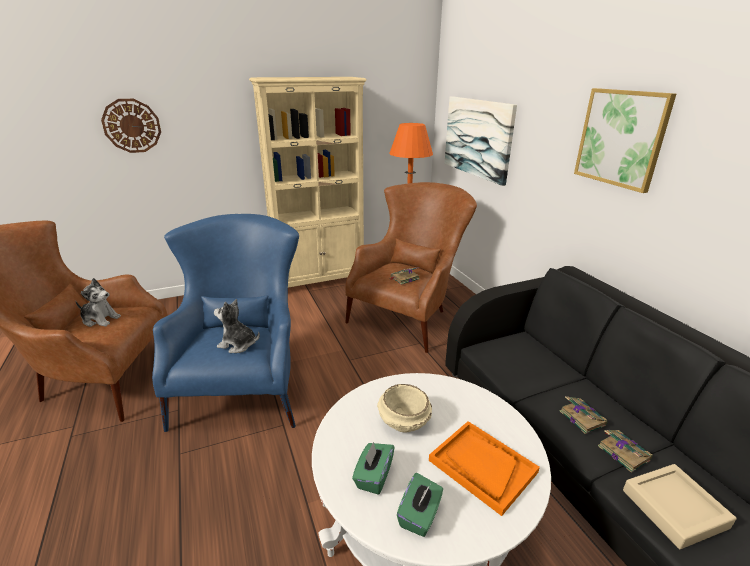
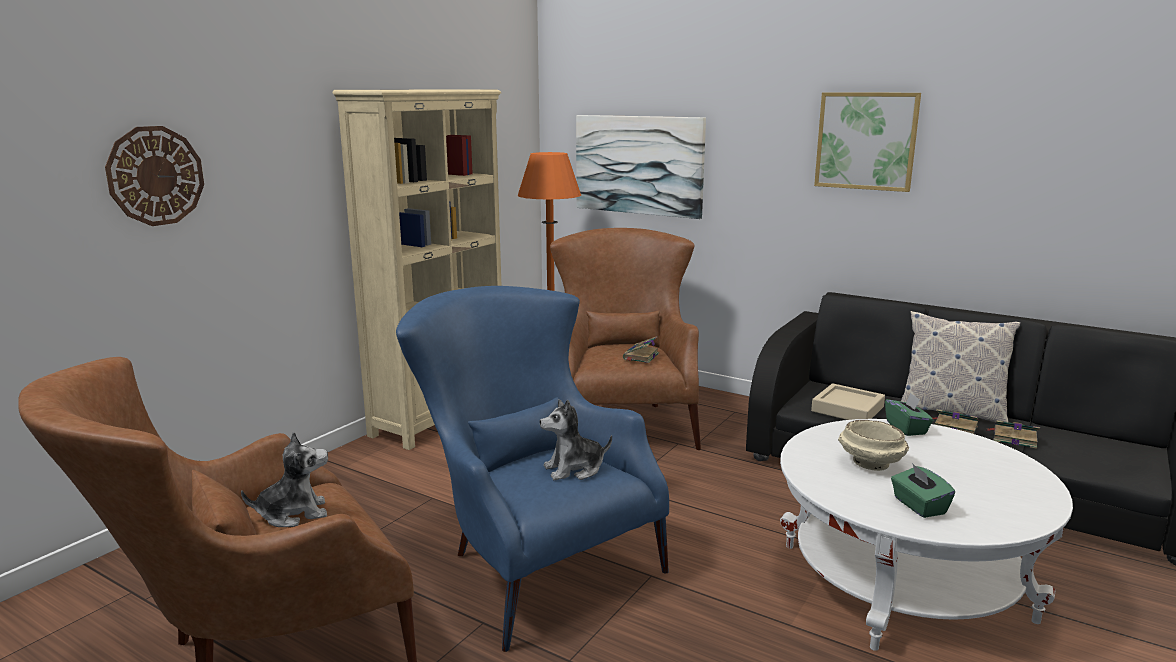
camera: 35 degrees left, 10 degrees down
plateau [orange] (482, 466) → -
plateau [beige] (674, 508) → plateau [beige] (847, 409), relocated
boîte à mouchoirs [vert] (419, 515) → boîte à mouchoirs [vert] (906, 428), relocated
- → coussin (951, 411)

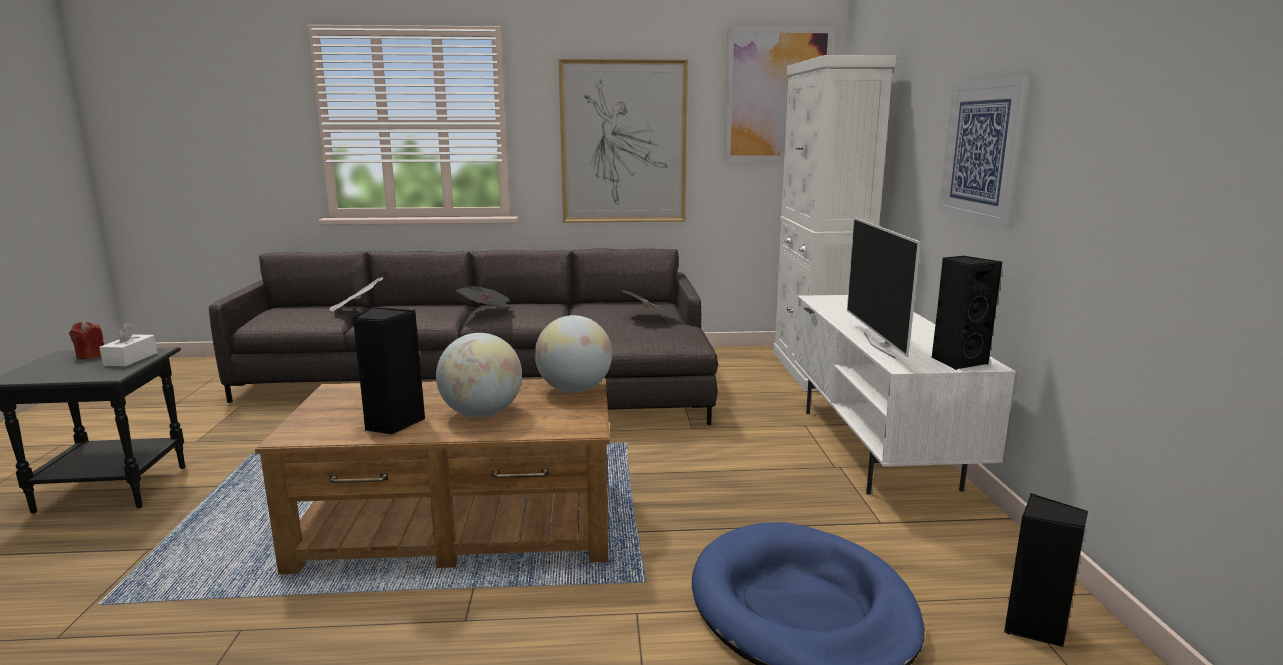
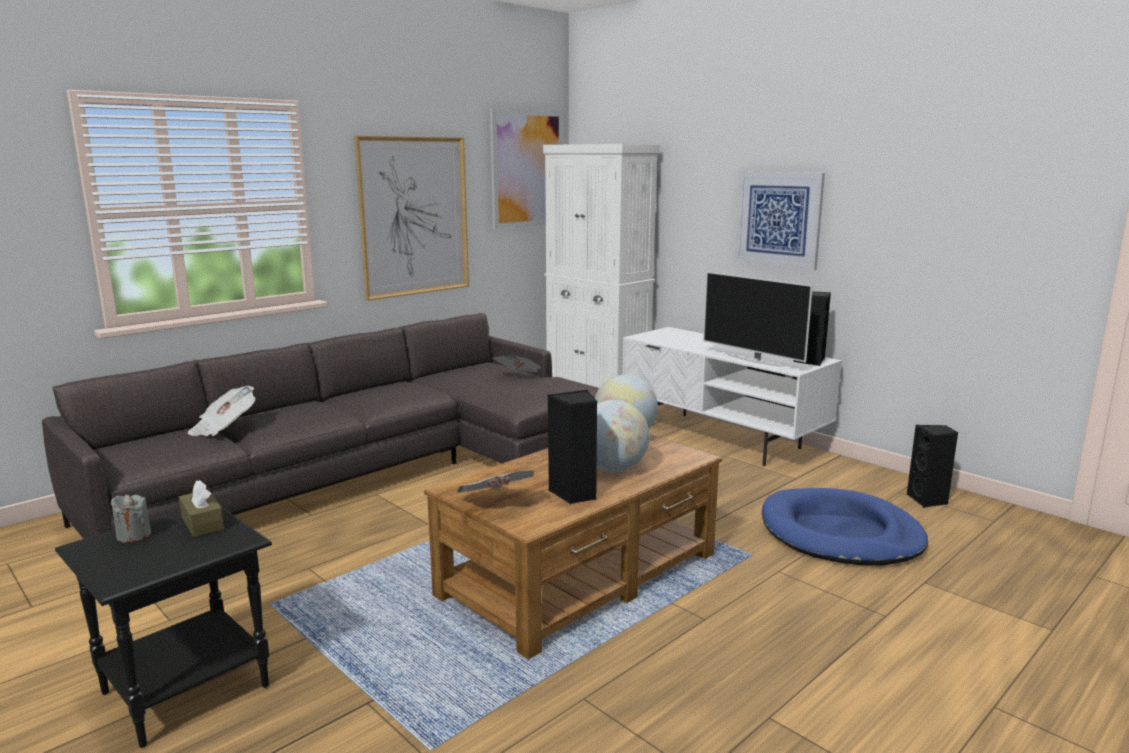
camera: 40 degrees left, 0 degrees up
journal (486, 311) → journal (495, 502), relocated
bougie [rouge] (91, 355) → bougie [gris] (134, 535)
boîte à mouchoirs [blanc] (131, 359) → boîte à mouchoirs [marron] (202, 523)

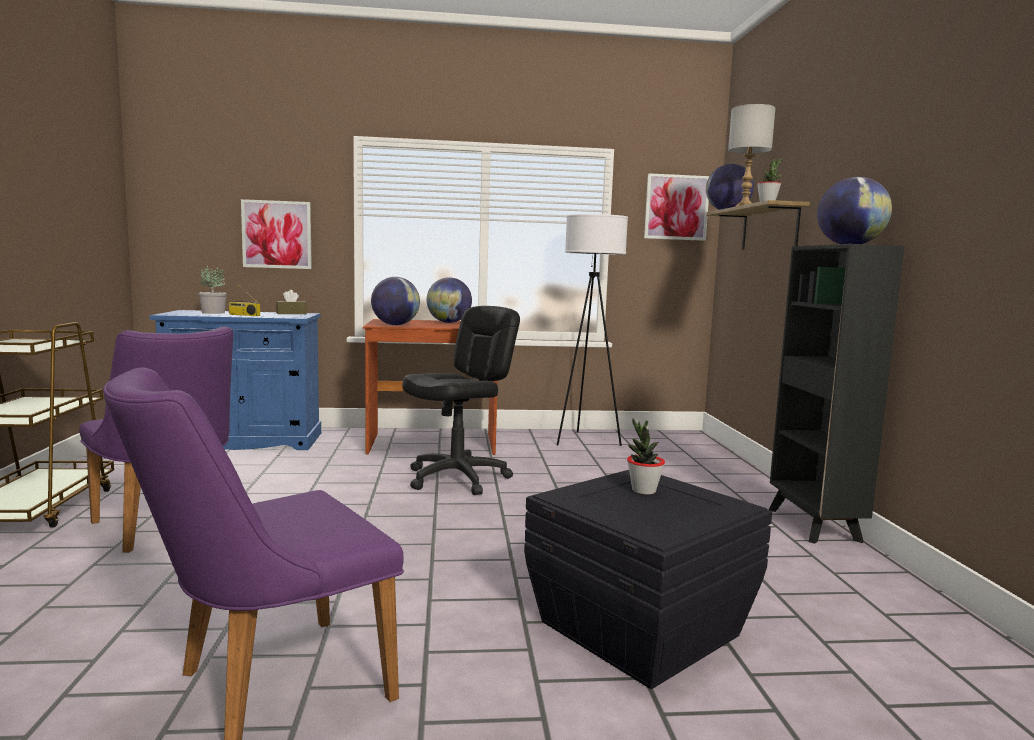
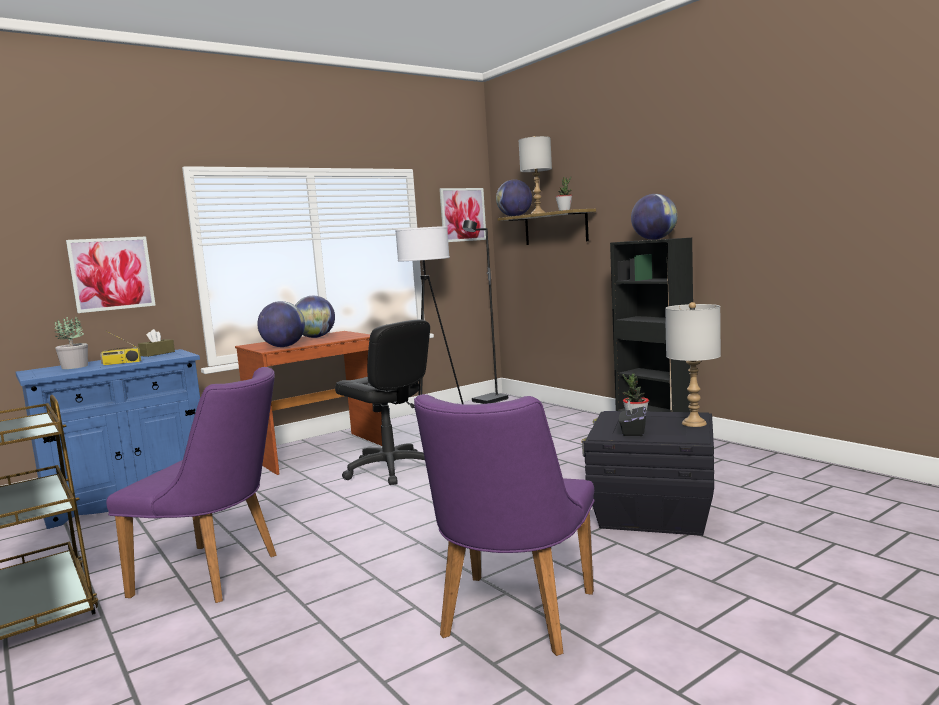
camera: 30 degrees left, 0 degrees up
chaise de bureau [noir] (457, 478) → chaise de bureau [noir] (390, 470), 120 degrees clockwise
- → lampadaire [noir] (490, 400)
- → lampe de table [gris] (694, 423)
- → boîte à mouchoirs [noir] (633, 432)

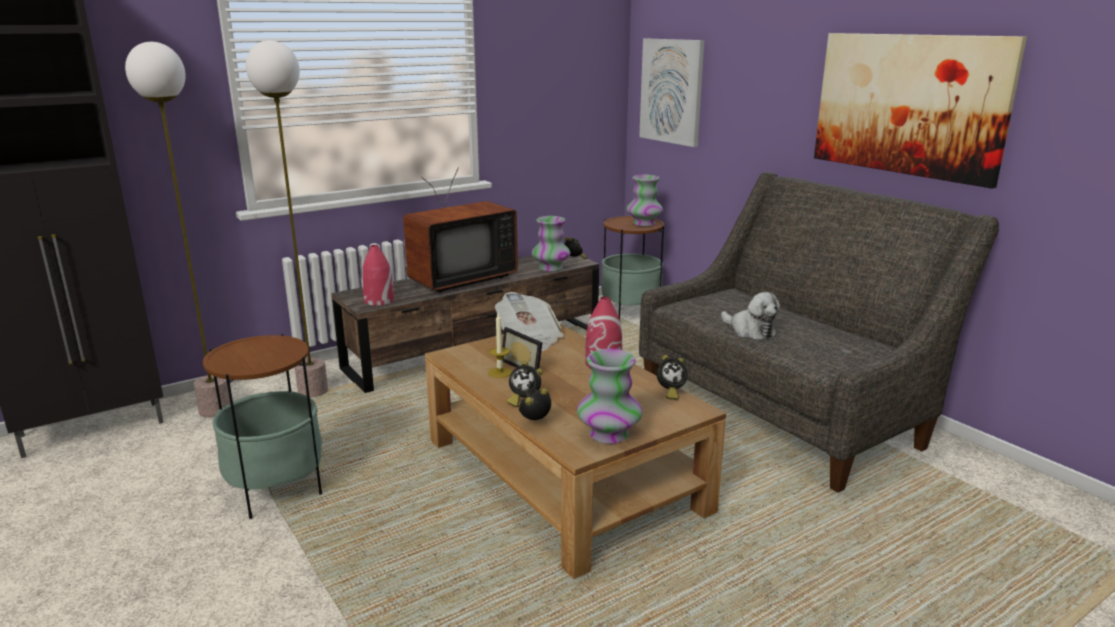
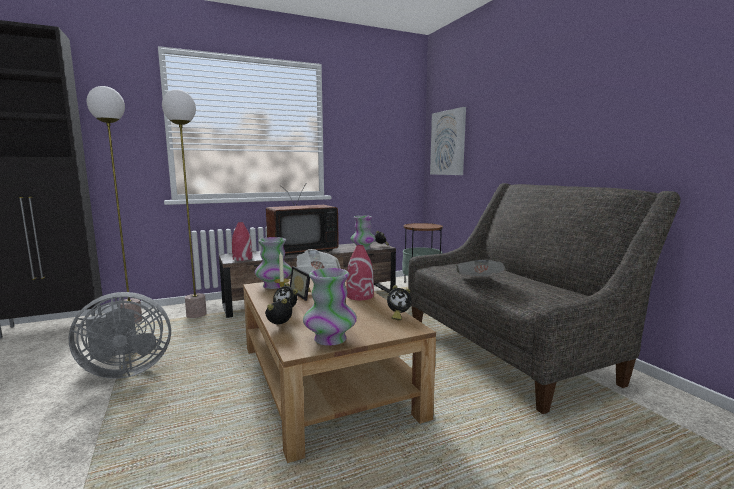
camera: 10 degrees right, 10 degrees down
tableau (909, 105) → -
vase (643, 224) → vase (274, 286), relocated
peluche (750, 331) → journal (478, 282)
table d'appoint (277, 490) → ventilateur [gris] (125, 371)

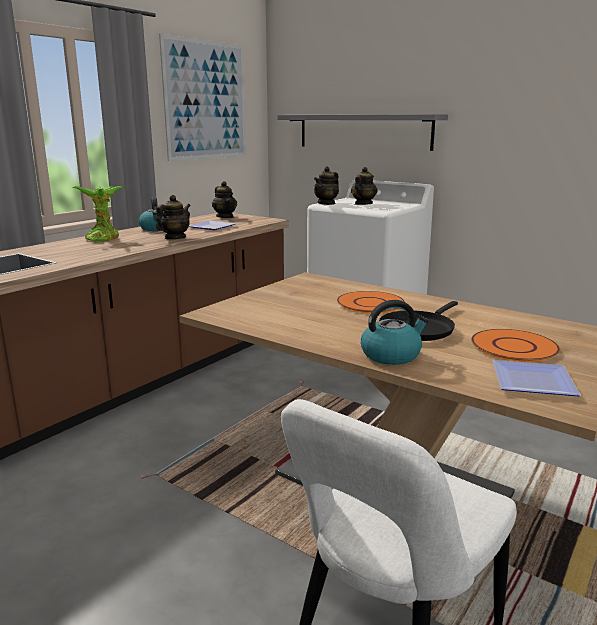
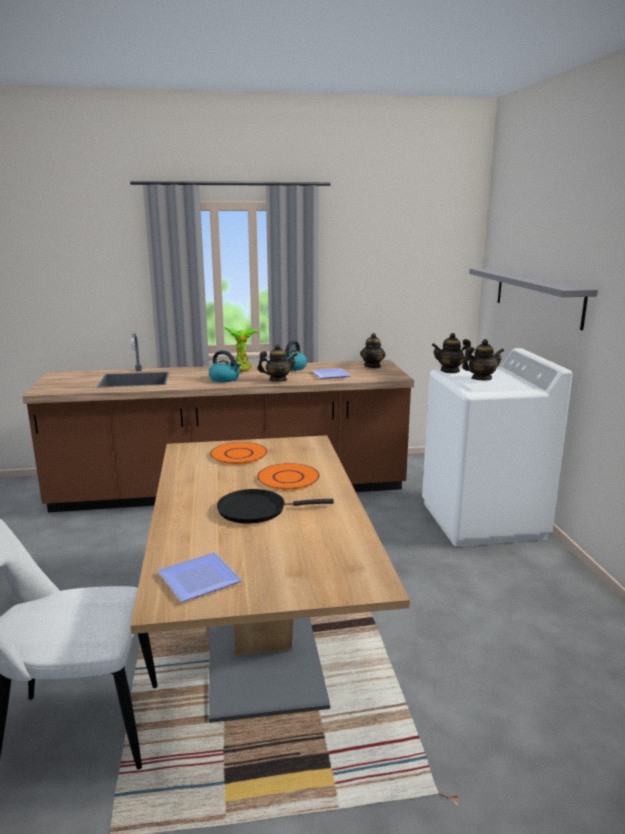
camera: 45 degrees right, 0 degrees up
tableau (206, 101) → -
bouilloire (391, 355) → bouilloire (225, 379), relocated
assiette [orange] (513, 347) → assiette [orange] (239, 454), relocated

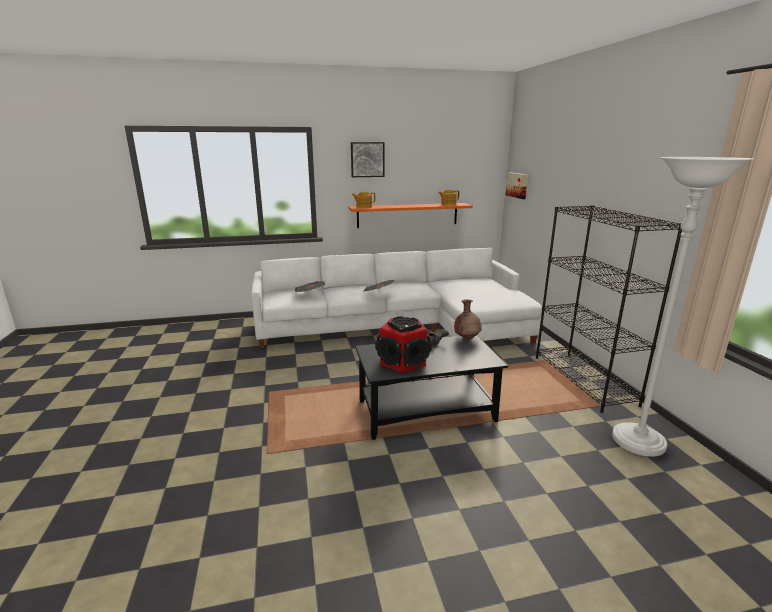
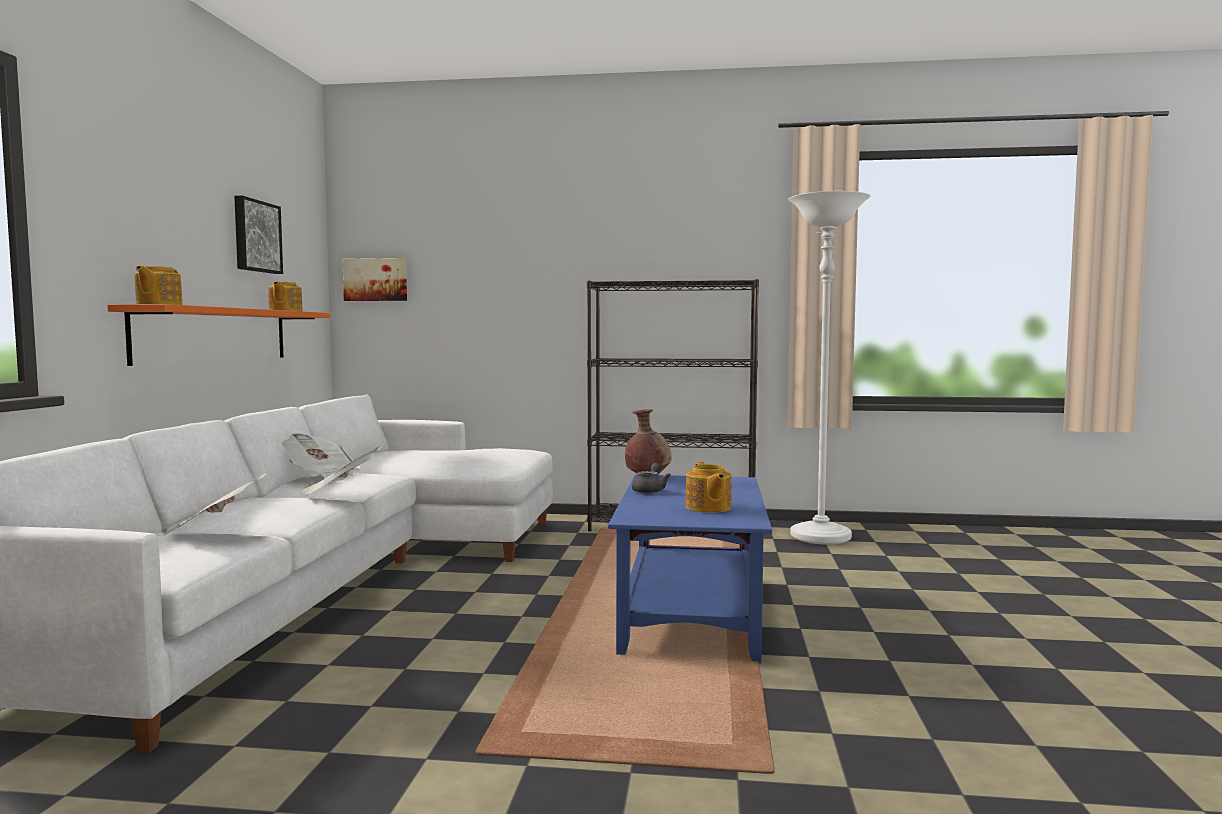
camera: 70 degrees left, 15 degrees down
tableau (367, 159) → tableau (255, 236), relocated
enceinte (403, 361) → théière (708, 508)
table basse [noir] (427, 410) → table basse [bleu] (690, 612)
- → journal (321, 476)

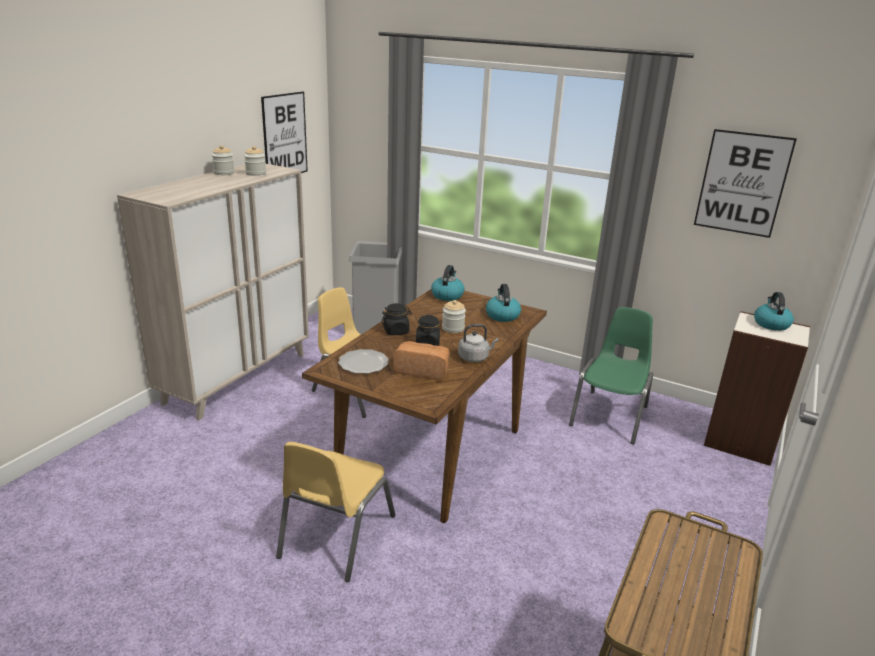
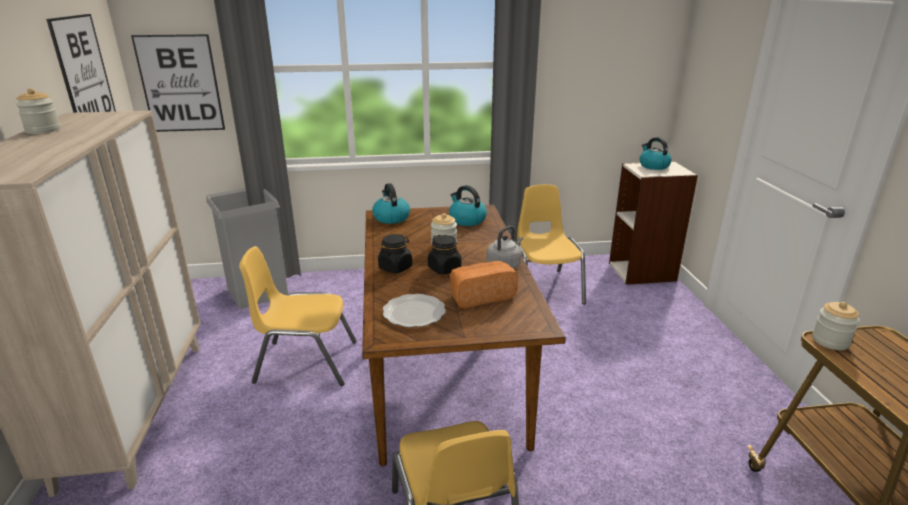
camera: 35 degrees left, 0 degrees up
tableau (742, 183) → tableau (180, 84), relocated
bocal (256, 173) → bocal (830, 341), relocated
chaise [vert] (610, 416) → chaise [jaune] (544, 289)

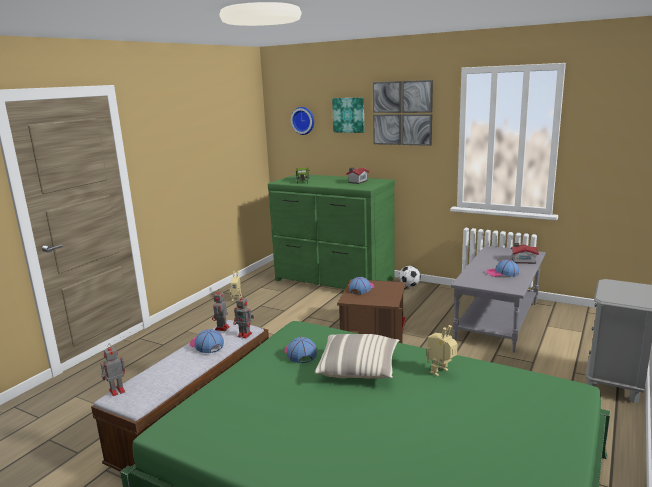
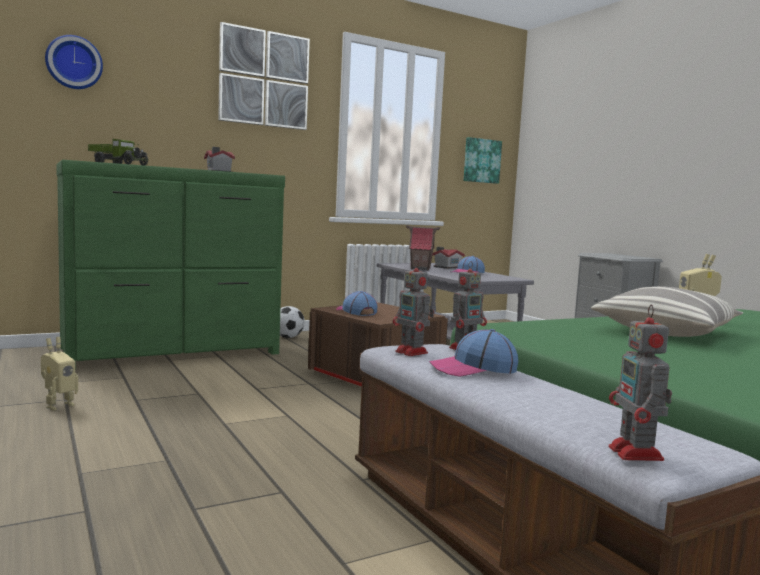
camera: 60 degrees left, 10 degrees down
tableau (349, 115) → tableau (481, 161), relocated
casquette (300, 353) → -
- → maison miniature (420, 269)

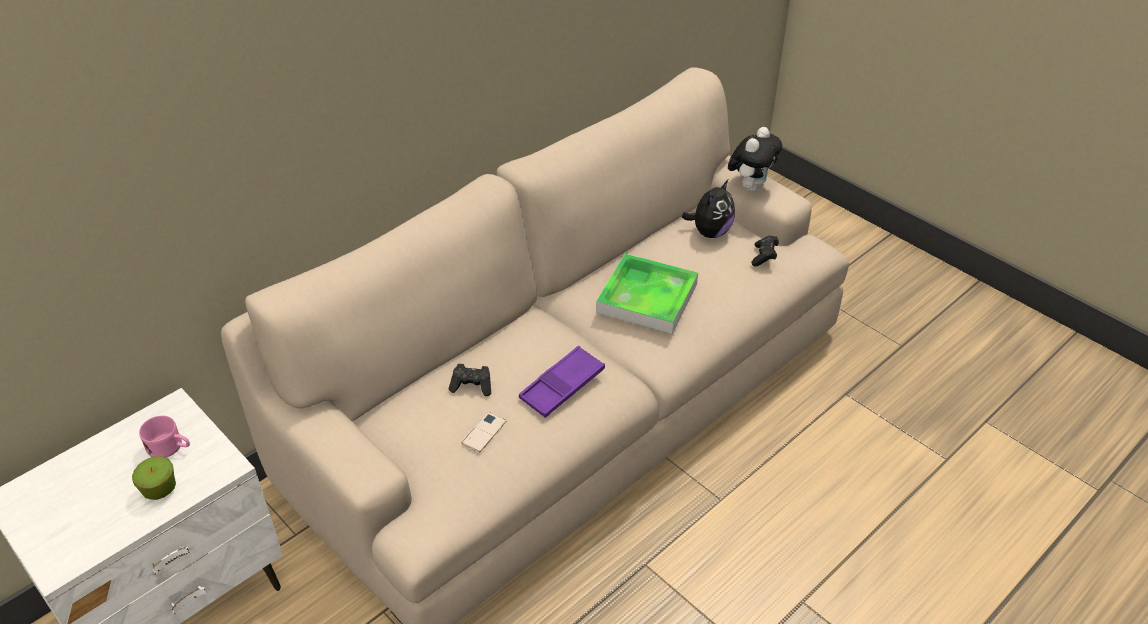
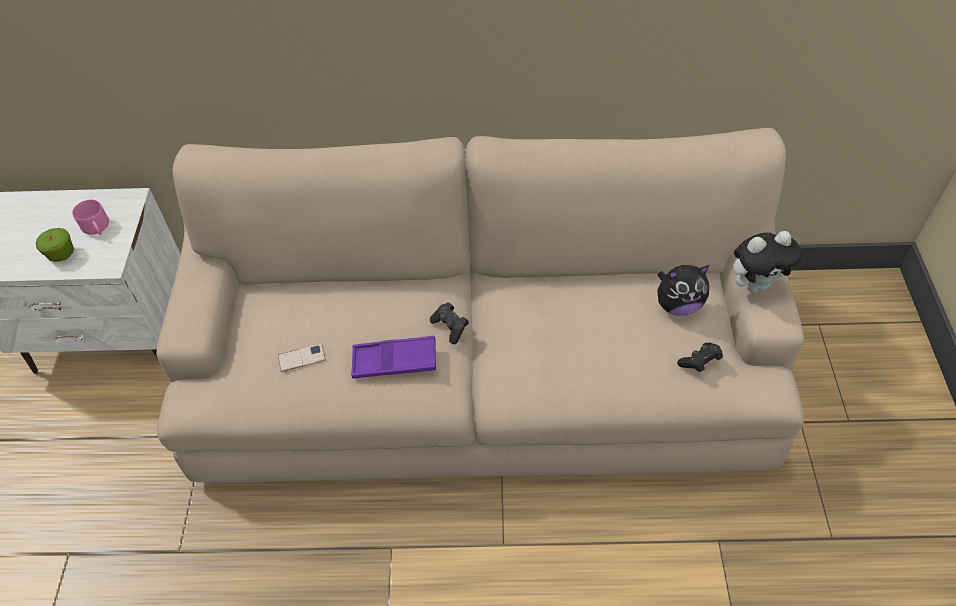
camera: 45 degrees right, 10 degrees up
plateau (647, 298) → -
manette [noir] (472, 386) → manette [noir] (450, 327), relocated

